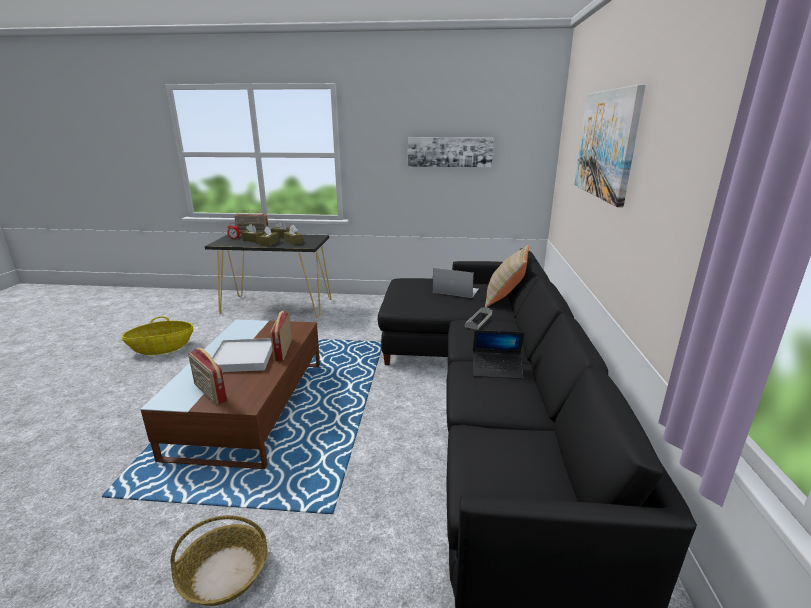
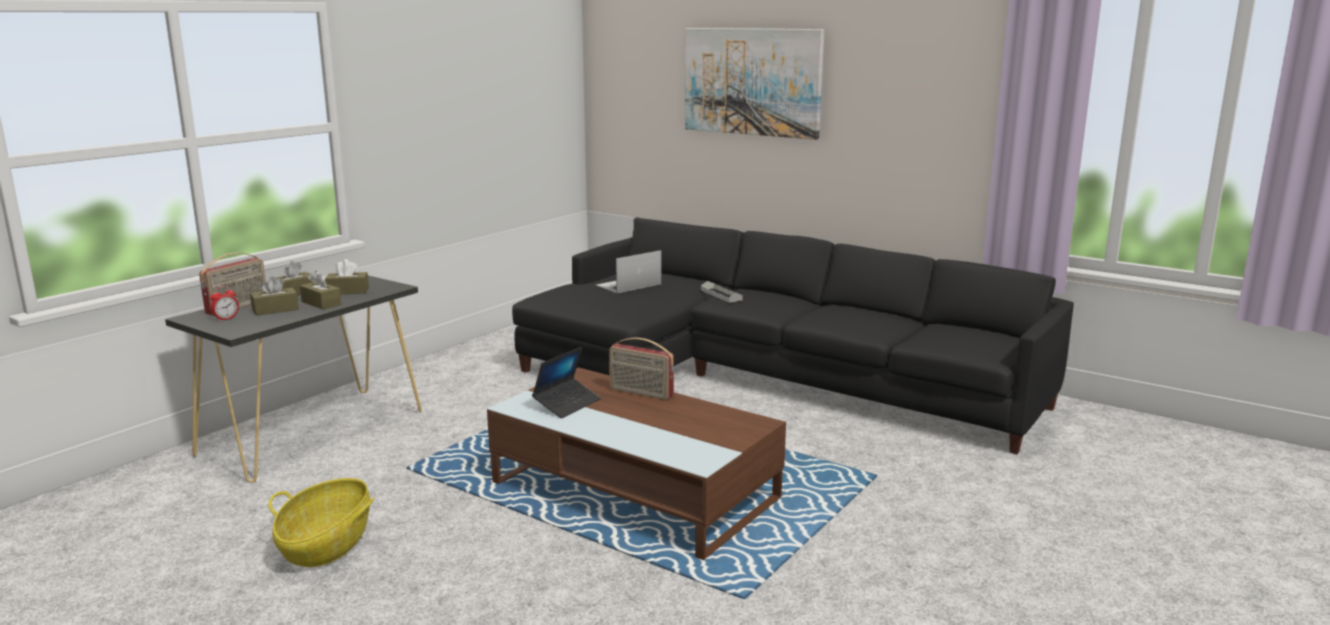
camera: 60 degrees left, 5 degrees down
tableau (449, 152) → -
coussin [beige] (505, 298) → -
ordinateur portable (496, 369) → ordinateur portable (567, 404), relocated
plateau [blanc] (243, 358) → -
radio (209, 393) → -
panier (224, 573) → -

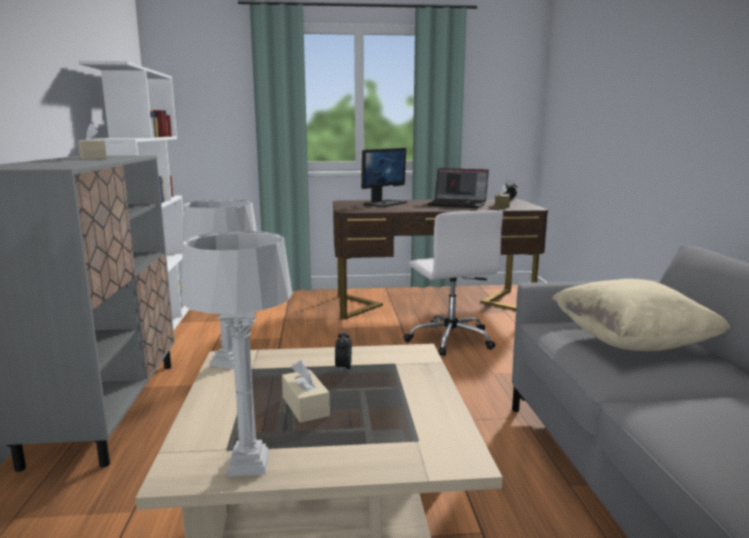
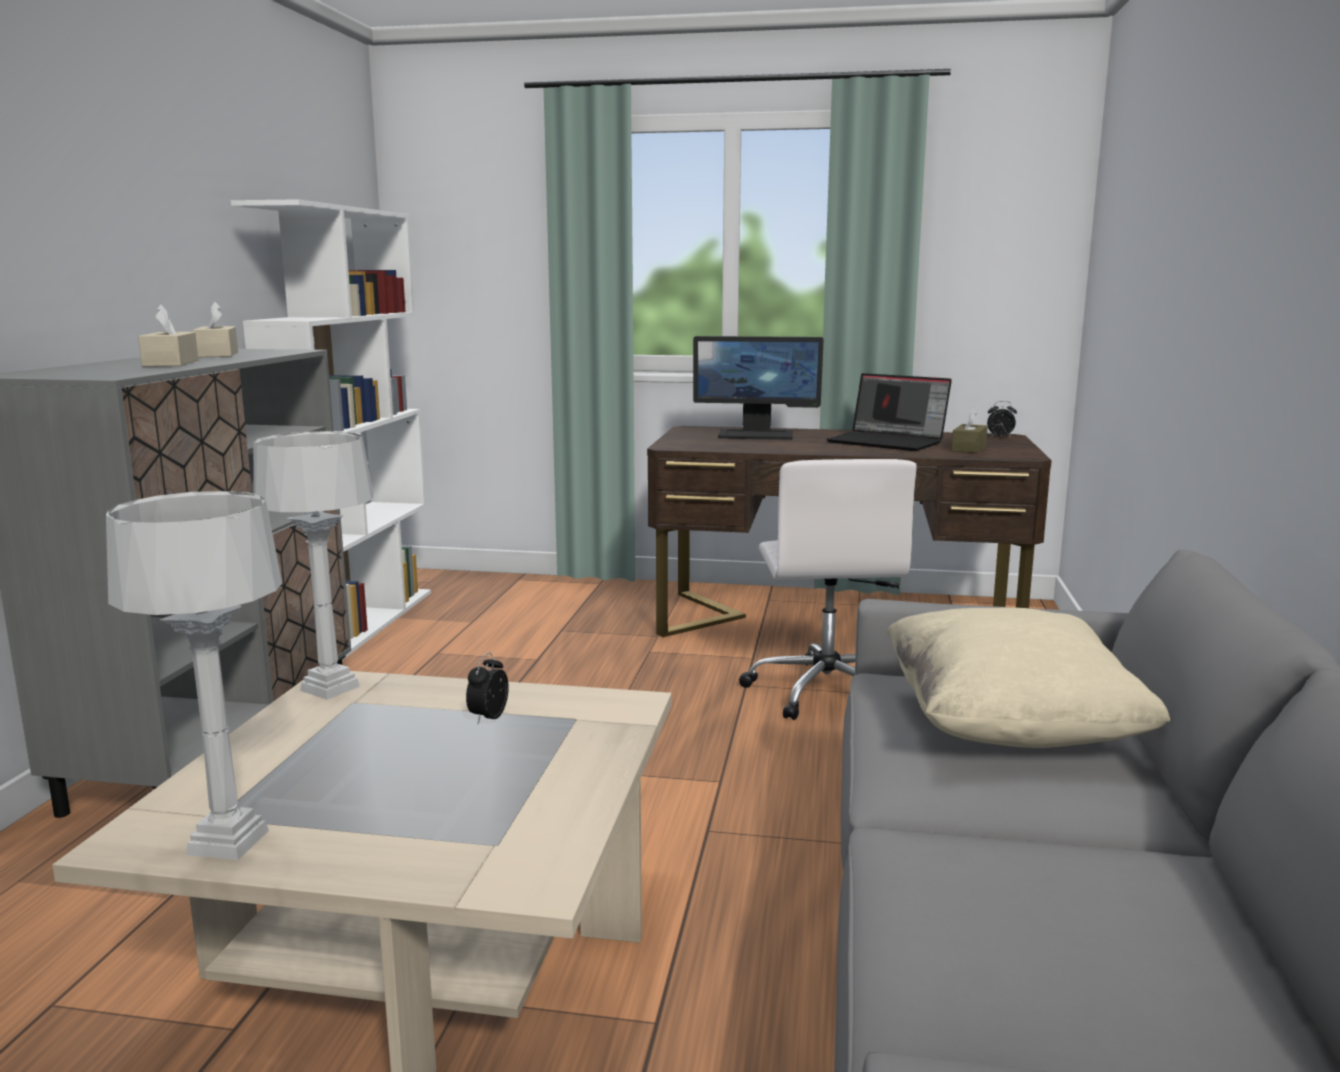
camera: 15 degrees right, 0 degrees up
écran d'ordinateur (384, 203) → écran d'ordinateur (756, 435), 45 degrees clockwise
boîte à mouchoirs [beige] (305, 406) → boîte à mouchoirs [beige] (171, 363), relocated

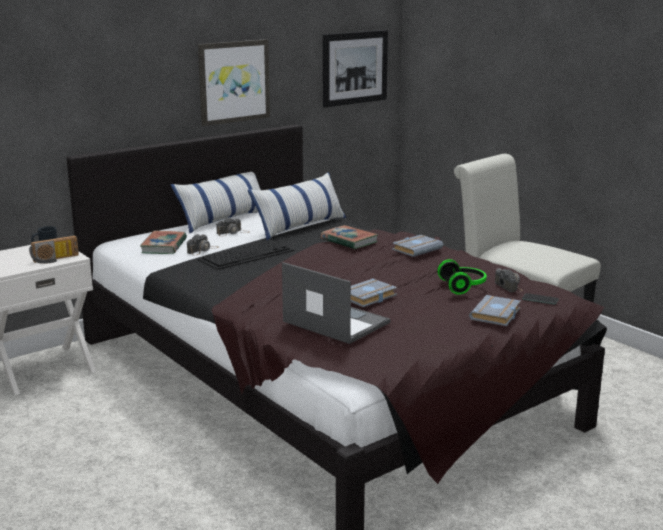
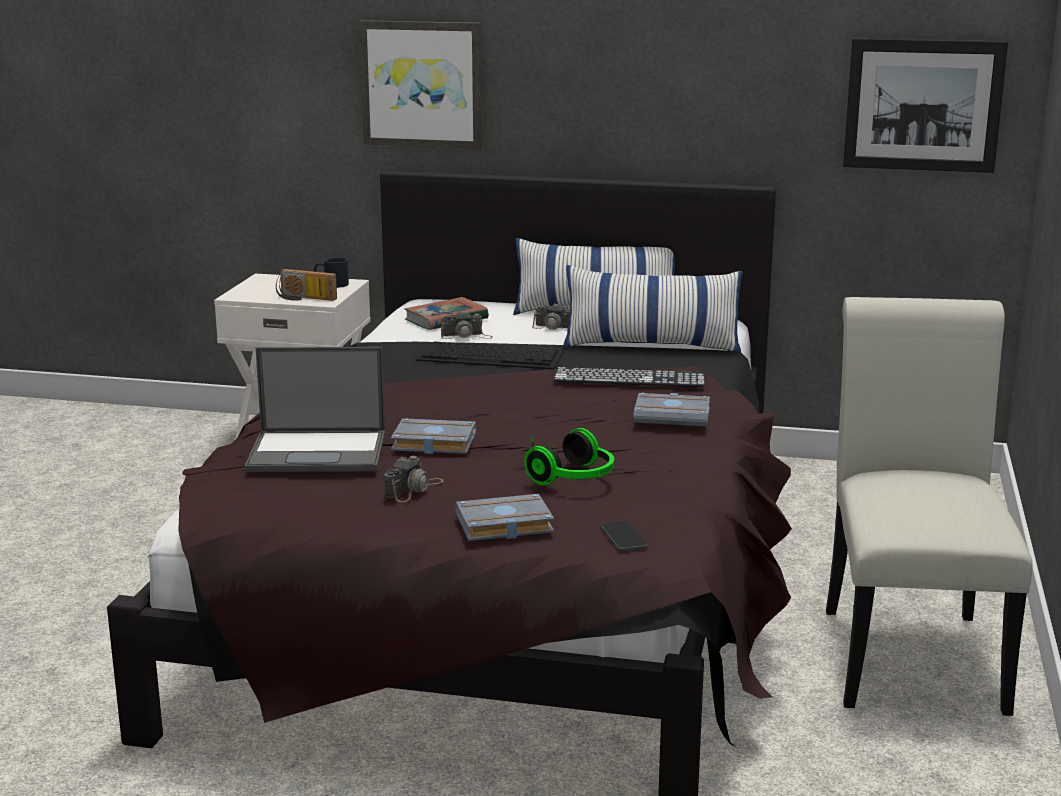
camera: 50 degrees right, 0 degrees up
tableau (233, 81) → tableau (422, 84), relocated
livre (349, 241) → clavier (629, 378)
ordinateur portable (334, 322) → ordinateur portable (319, 452), 90 degrees clockwise
appareil photo (508, 285) → appareil photo (414, 489), relocated

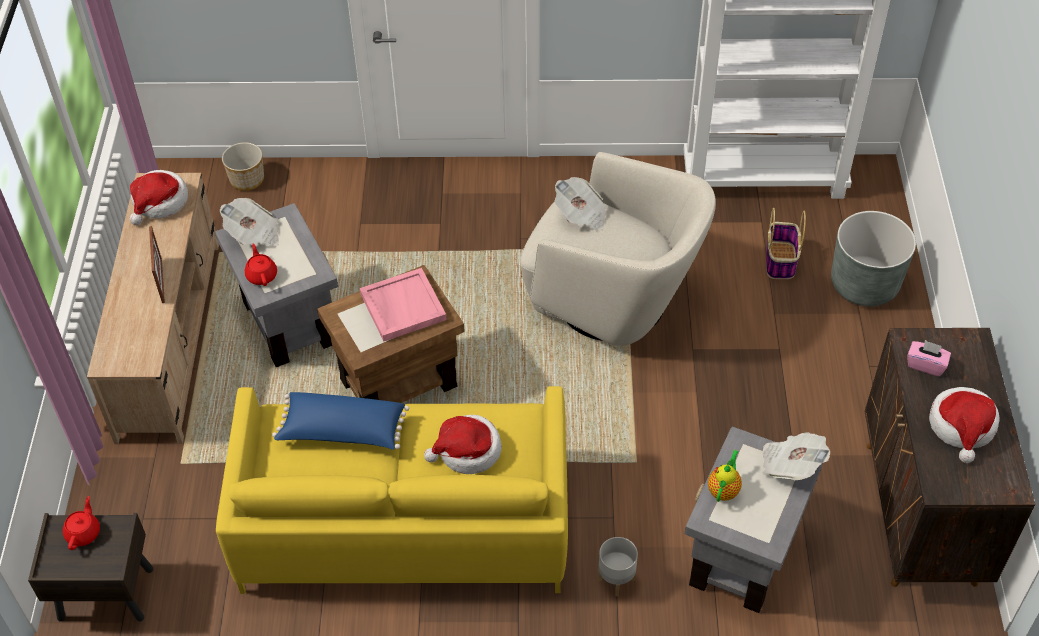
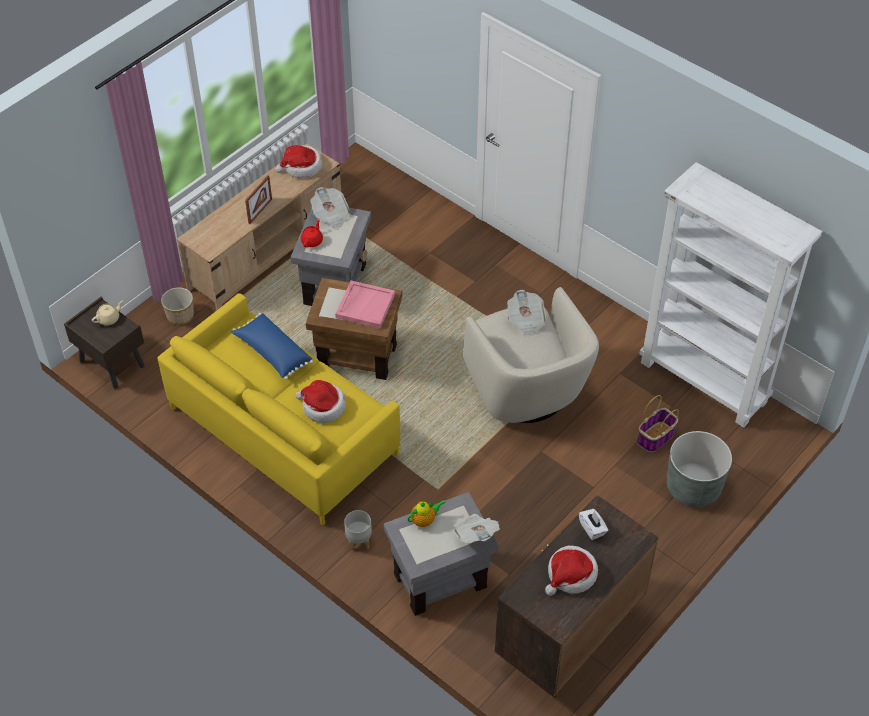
camera: 40 degrees right, 0 degrees up
cache-pot (247, 179) → cache-pot (180, 315), relocated
boîte à mouchoirs [rose] (925, 365) → boîte à mouchoirs [blanc] (592, 529)
théière [rouge] (84, 533) → théière [beige] (109, 318)

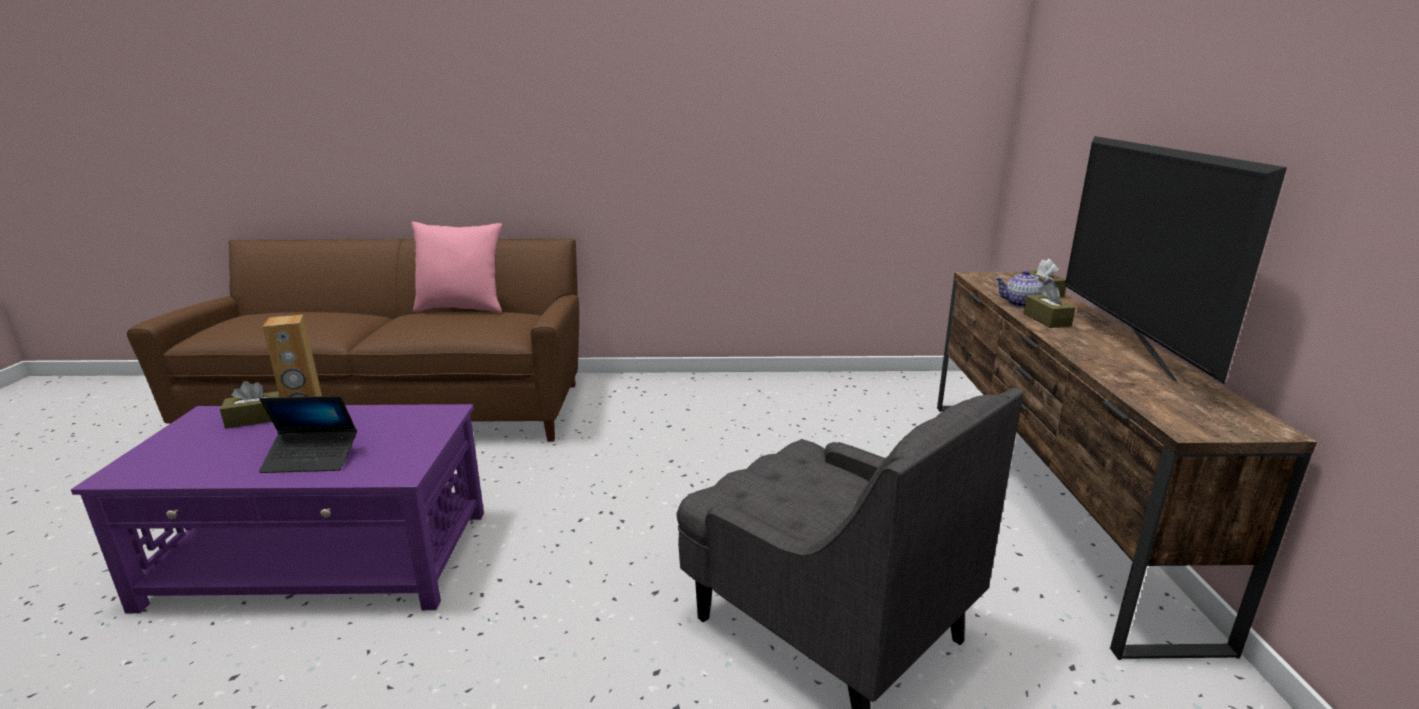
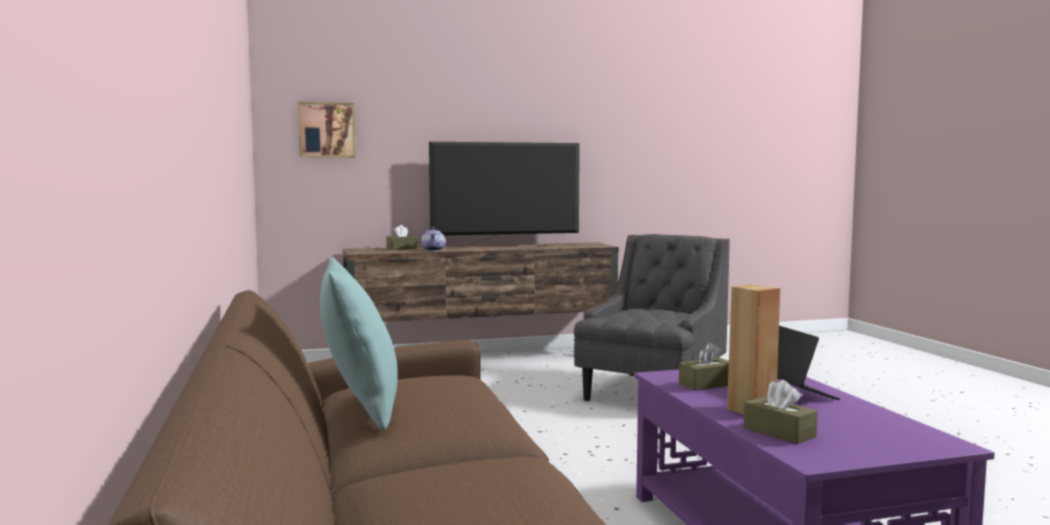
camera: 105 degrees left, 15 degrees down
coussin [rose] (462, 308) → coussin [turquoise] (360, 408)
boîte à mouchoirs [marron] (1046, 320) → boîte à mouchoirs [marron] (707, 384), relocated
- → tableau (326, 130)

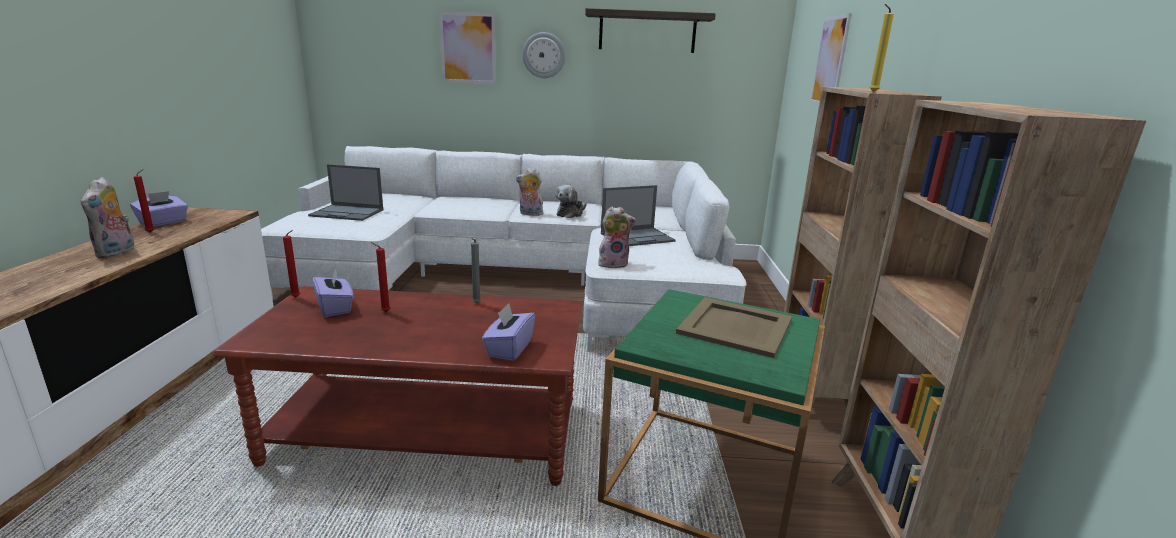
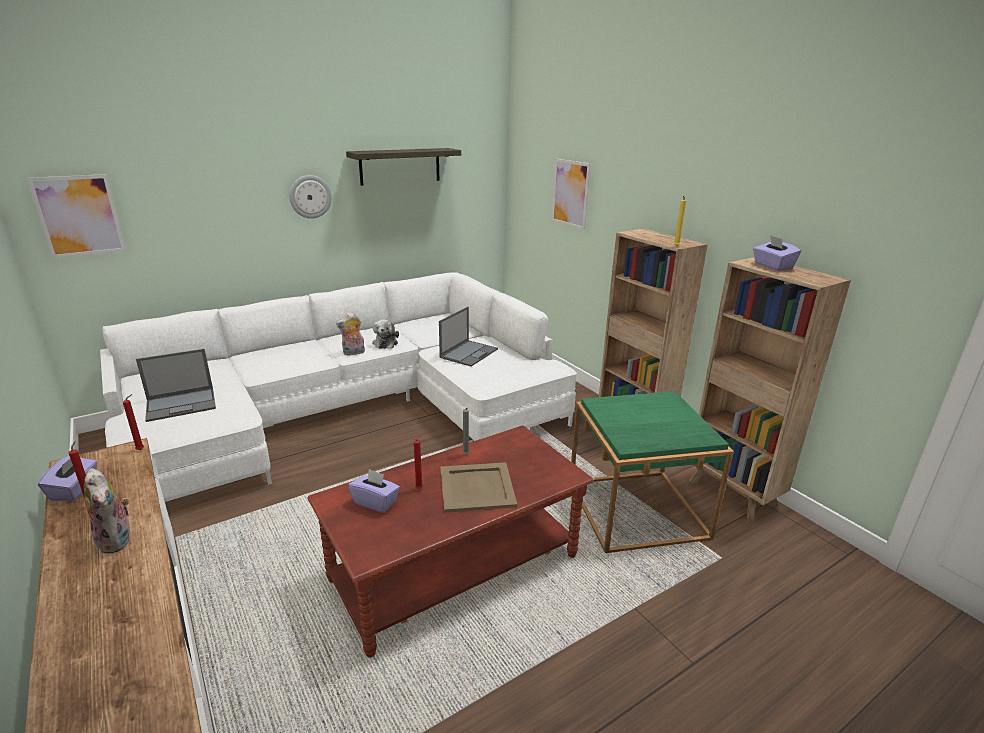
camera: 35 degrees left, 5 degrees up
tableau (468, 48) → tableau (79, 216), relocated
peluche (613, 264) → -
bougie [rouge] (297, 297) → bougie [rouge] (141, 450), relocated
plateau [beige] (734, 326) → plateau [beige] (476, 487), relocated
boîte à mouchoirs [violet] (509, 349) → boîte à mouchoirs [violet] (772, 266), relocated

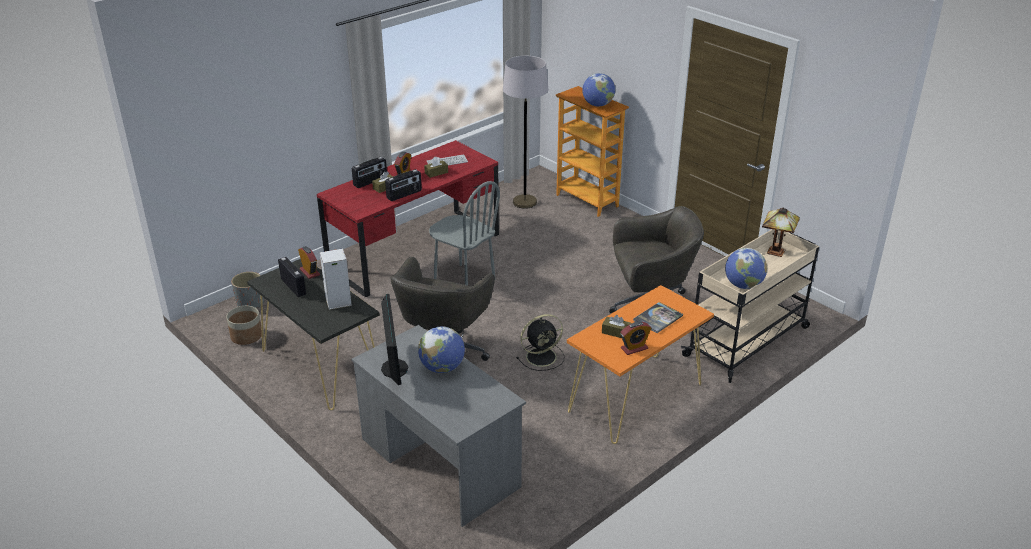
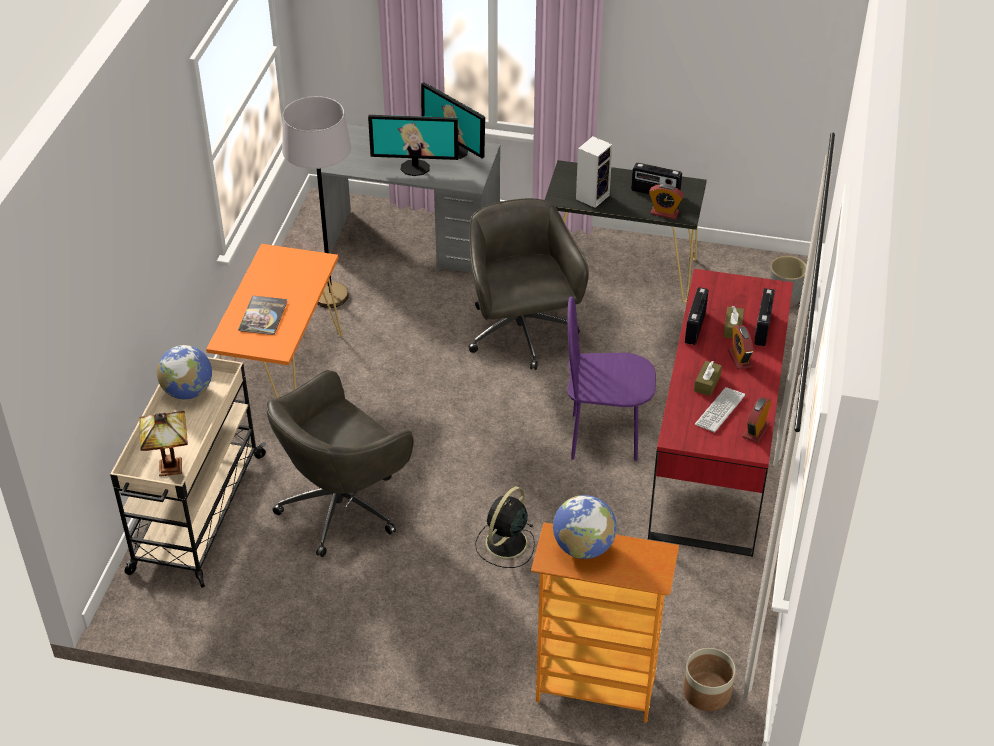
camera: 145 degrees right, 10 degrees up
lampadaire [gris] (524, 202) → lampadaire [gris] (330, 296), relocated
chaise [gris] (464, 281) → chaise [violet] (604, 437)
cache-pot (246, 336) → cache-pot (707, 692), relocated
ventilateur [noir] (542, 356) → ventilateur [noir] (505, 544), relocated
boîte à mouchoirs [marron] (616, 332) → -
réveil (634, 348) → réveil (755, 431), relocated
globe (442, 368) → écran d'ordinateur (415, 167)

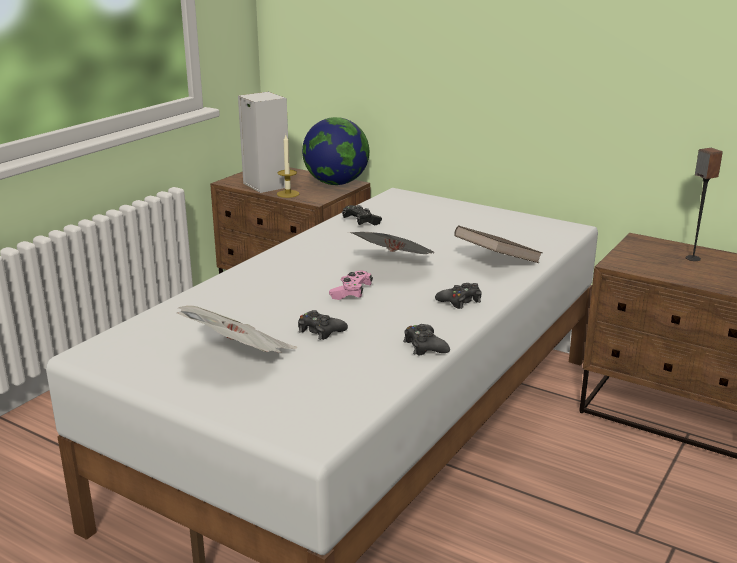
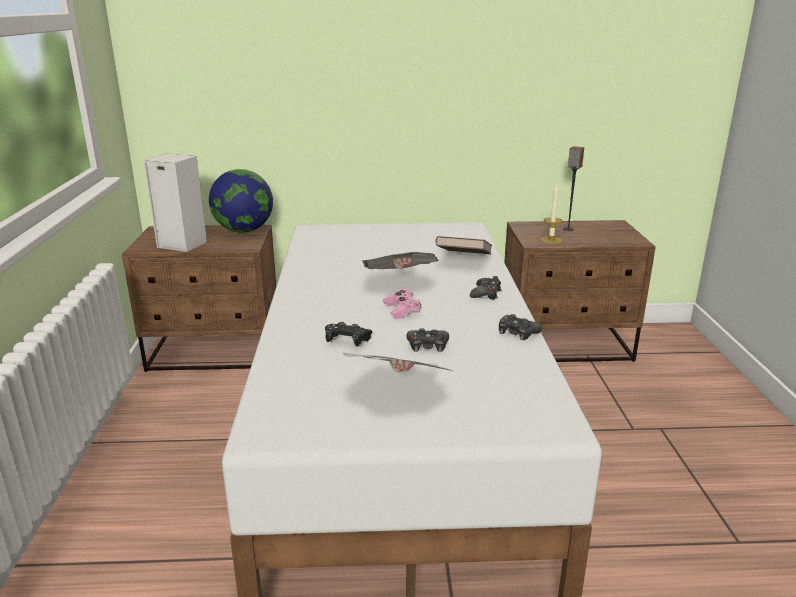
camera: 35 degrees left, 0 degrees up
bougie (288, 194) → bougie (551, 240), relocated
manette [noir] (361, 222) → manette [noir] (348, 341), relocated

